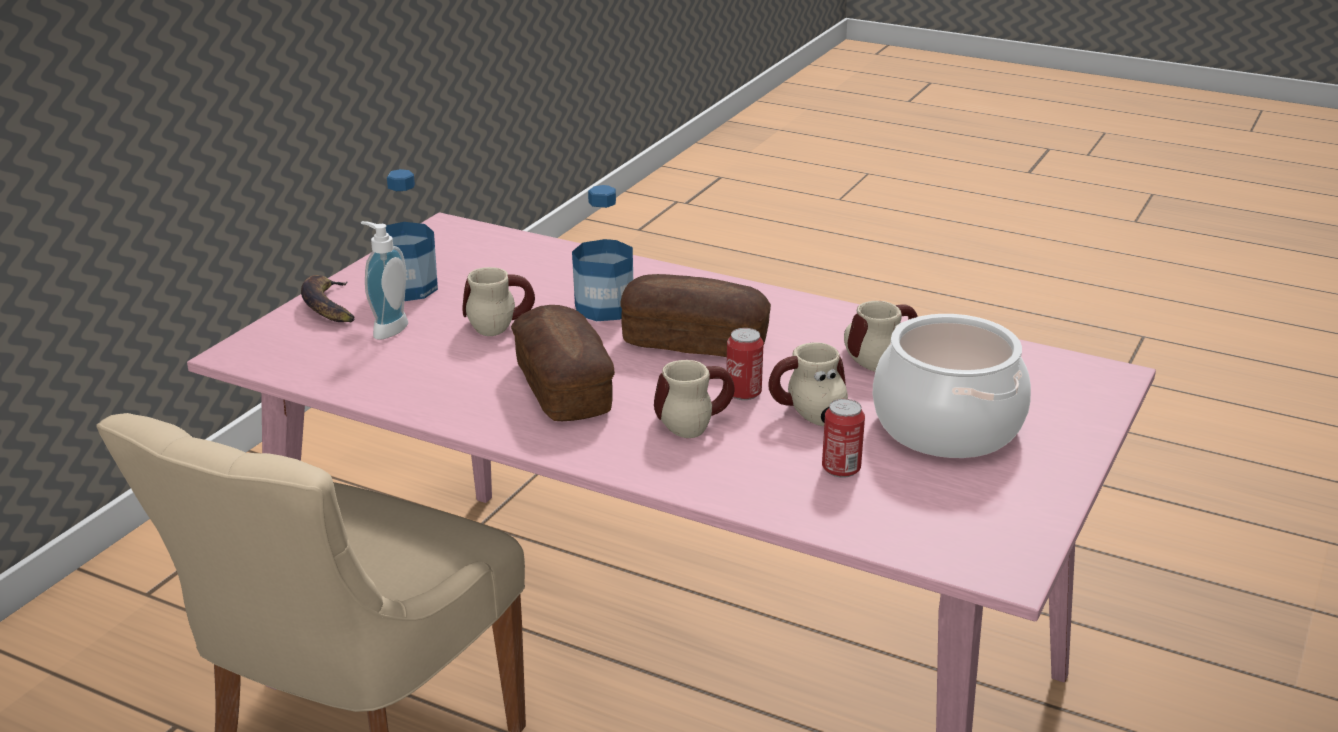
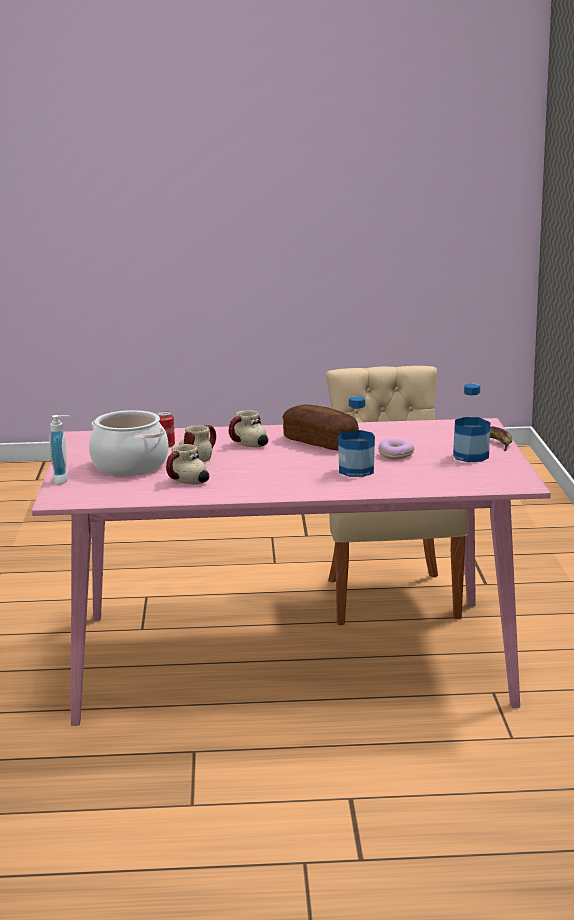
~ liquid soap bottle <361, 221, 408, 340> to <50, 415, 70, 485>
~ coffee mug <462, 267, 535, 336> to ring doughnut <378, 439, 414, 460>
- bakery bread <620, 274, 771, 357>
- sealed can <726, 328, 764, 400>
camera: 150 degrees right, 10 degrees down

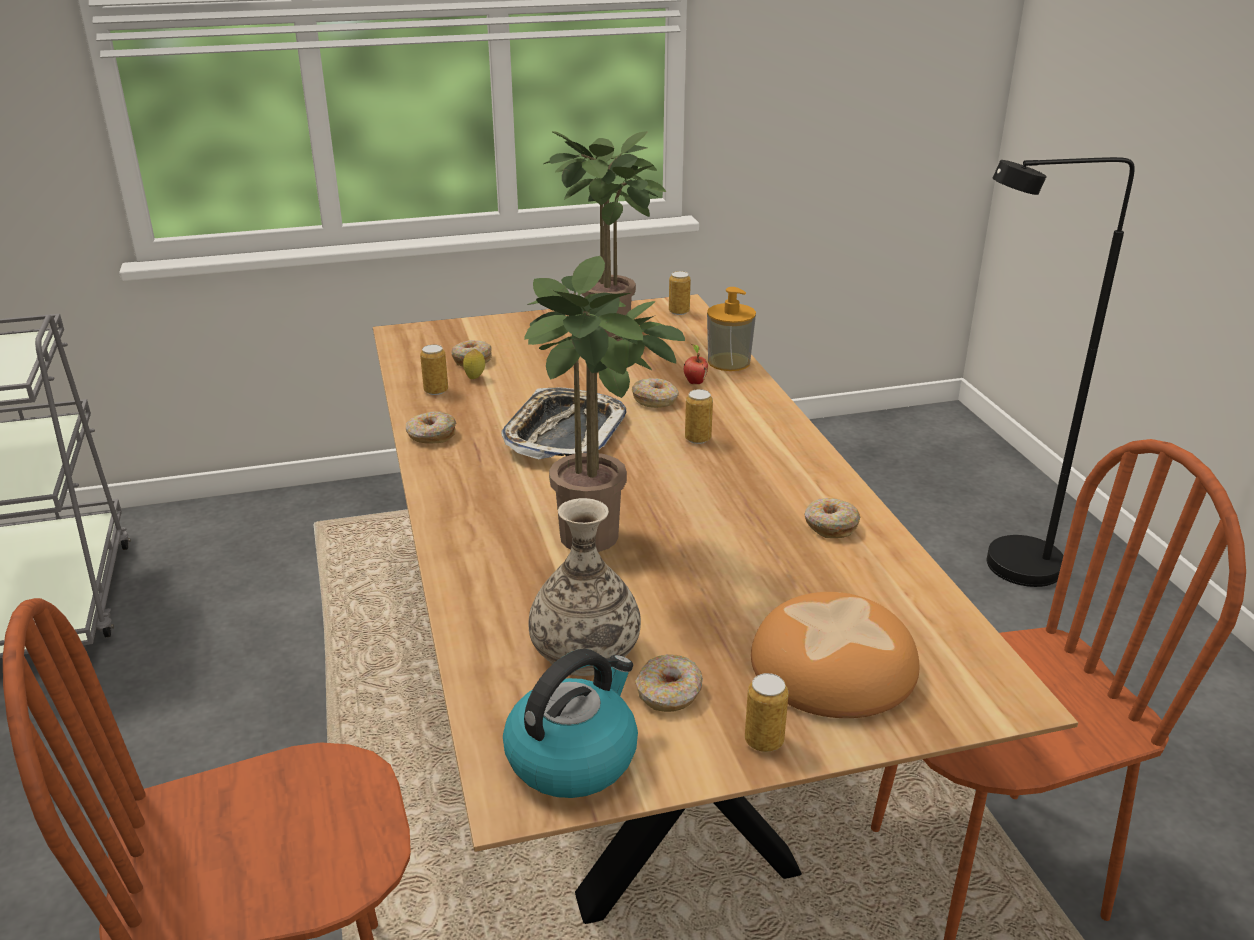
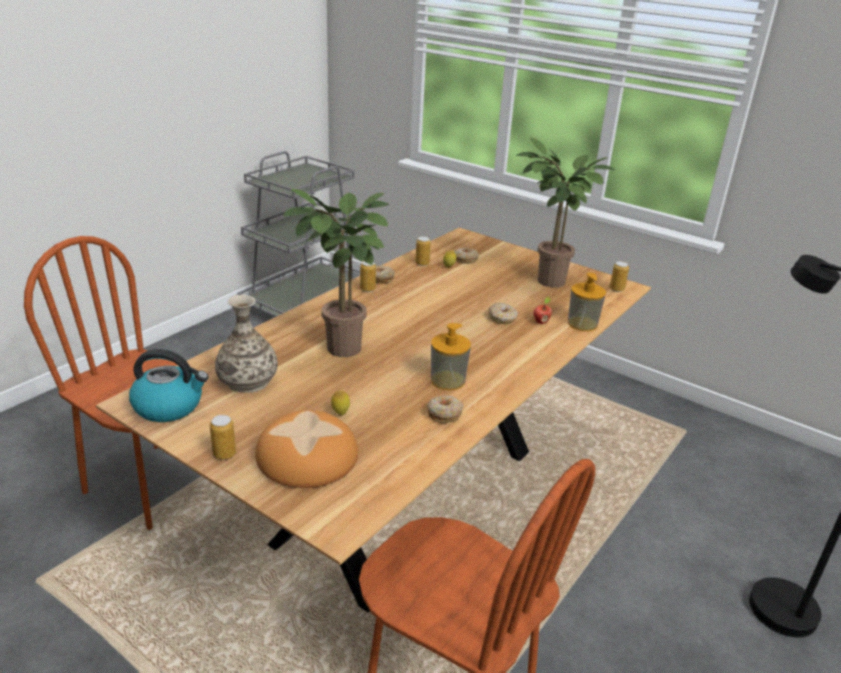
- serving tray <501, 388, 626, 459>
~ sealed can <685, 389, 713, 444> to <360, 261, 376, 292>
- ring doughnut <635, 654, 703, 712>
+ liquid soap bottle <431, 323, 471, 390>
+ whole lemon <331, 391, 350, 415>
camera: 50 degrees right, 0 degrees up

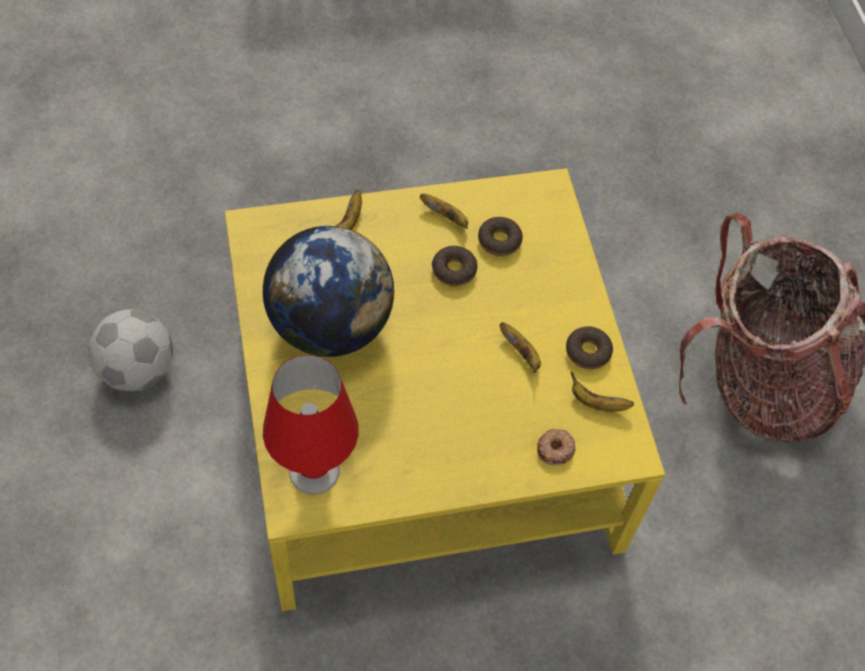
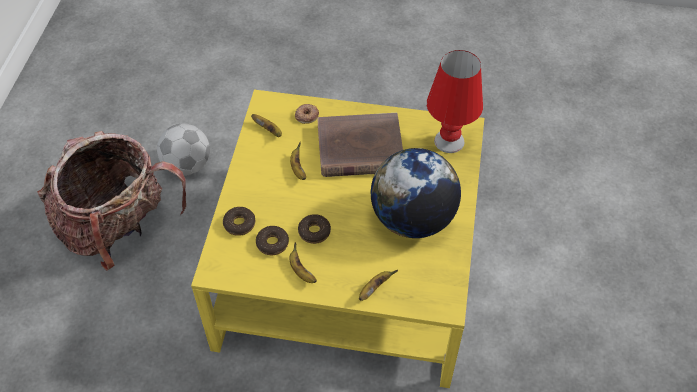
~ football <88, 310, 173, 391> to <157, 124, 210, 176>
~ ring doughnut <566, 326, 613, 369> to <223, 207, 255, 236>
+ brown-coloured bound book <317, 113, 403, 177>
camera: 155 degrees left, 5 degrees down

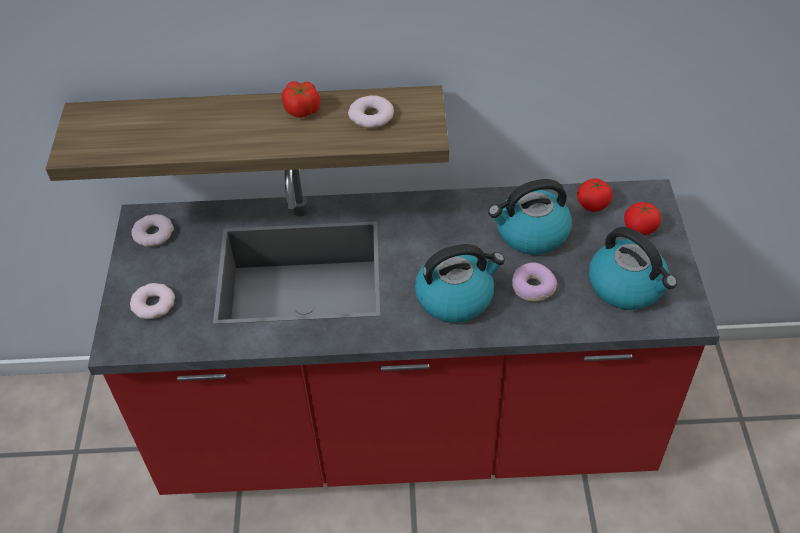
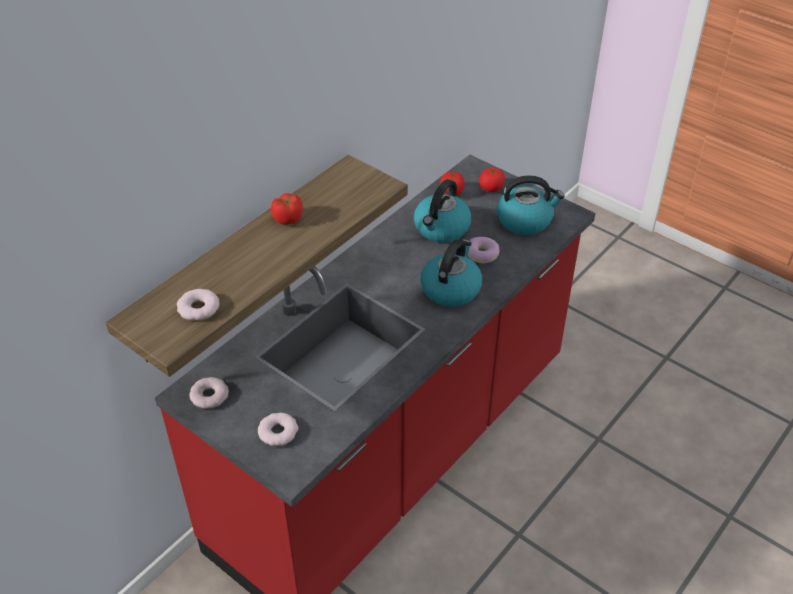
~ ring doughnut <348, 95, 394, 128> to <177, 289, 220, 321>
camera: 50 degrees left, 5 degrees down

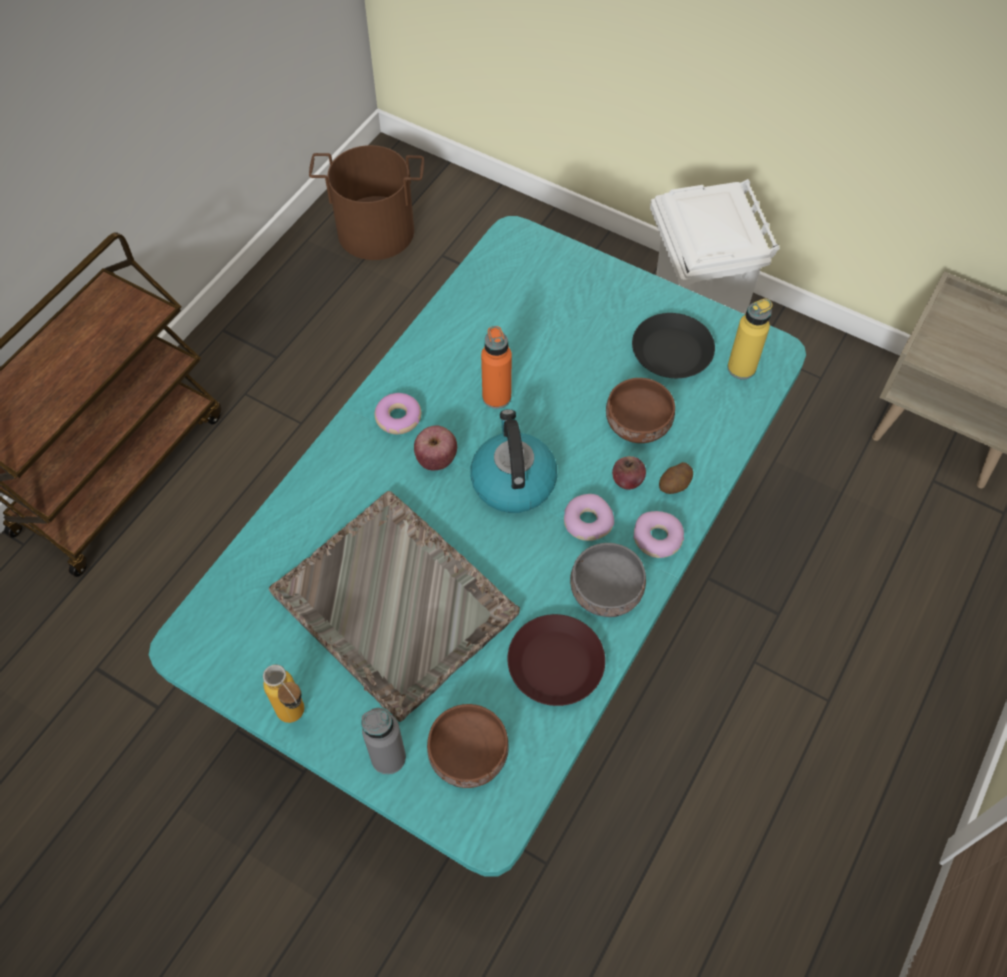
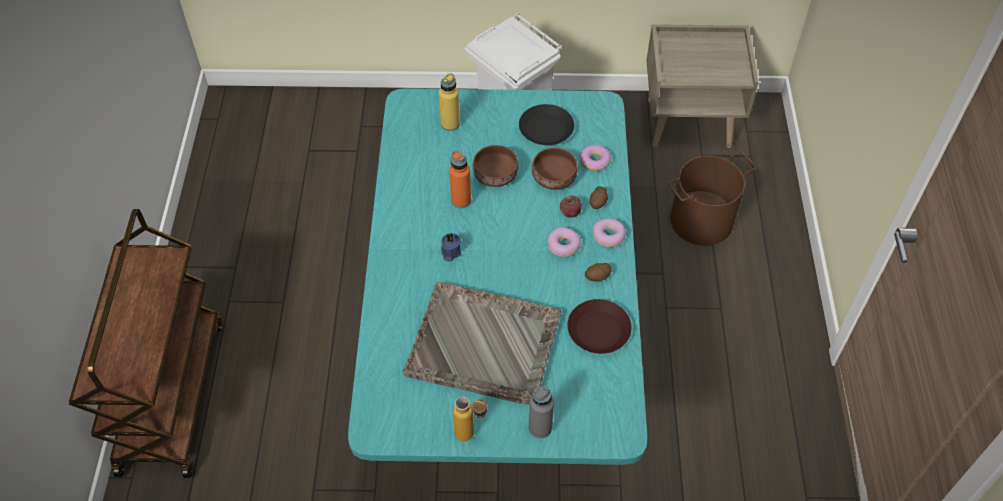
~ brown-coloured water bucket <309, 145, 424, 260> to <668, 151, 757, 246>
~ yellow bottle <727, 299, 773, 380> to <439, 73, 460, 131>
~ ring doughnut <375, 393, 421, 434> to <580, 145, 611, 171>
- tea kettle <470, 409, 557, 513>
~ apple <414, 425, 457, 470> to bluish candle <441, 233, 461, 262>
~ greyish bowl <570, 543, 646, 617> to whole potato <585, 263, 612, 281>
~ brown-coloured bowl <427, 704, 508, 788> to <473, 145, 518, 187>
camera: 30 degrees left, 5 degrees down

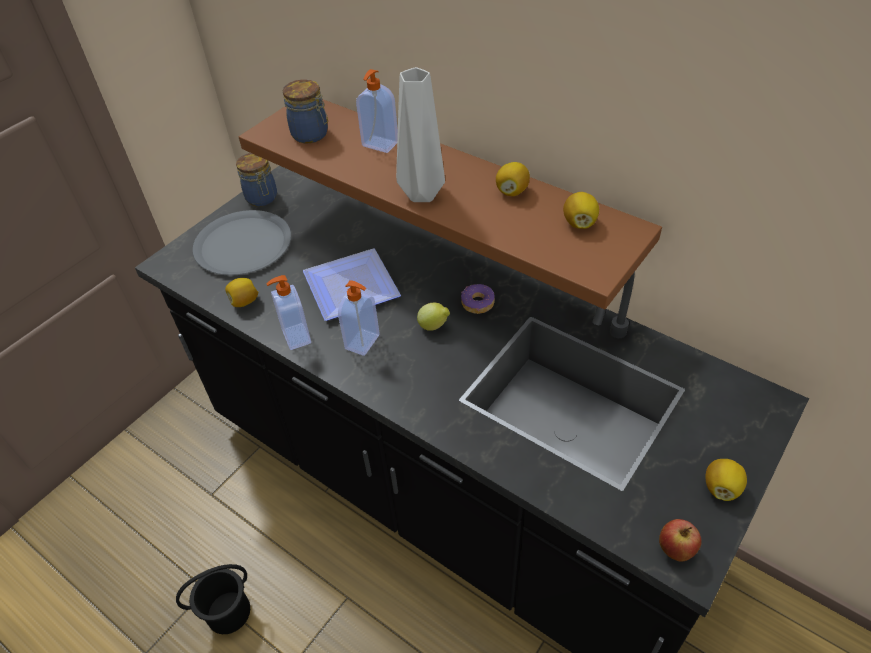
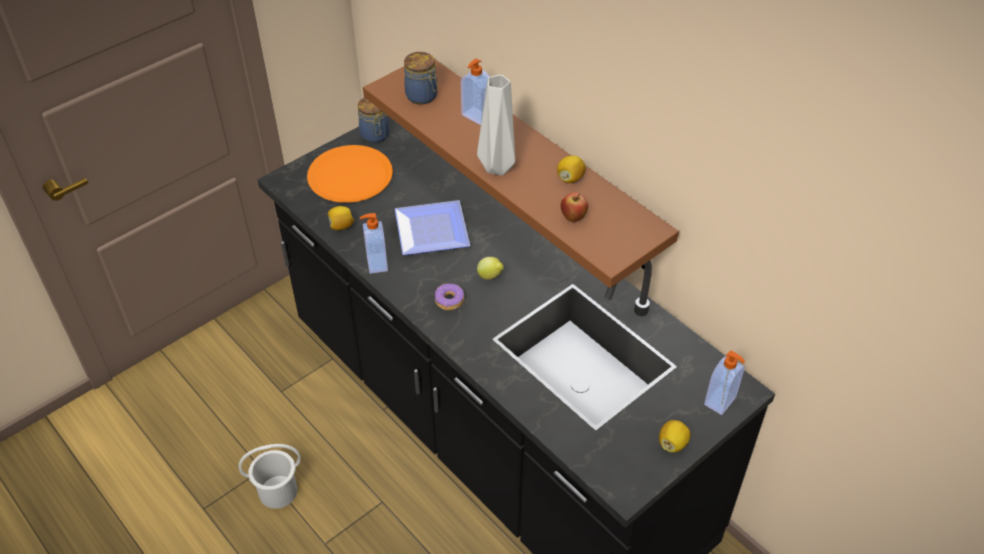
- whole lemon <563, 192, 599, 229>
~ greyish dinner plate <193, 210, 291, 275> to orange-coloured dinner plate <307, 145, 393, 203>
~ liquid soap bottle <338, 280, 380, 356> to <704, 350, 745, 415>
~ ring doughnut <461, 284, 495, 314> to <435, 283, 464, 310>
~ apple <659, 519, 702, 561> to <560, 192, 588, 222>
~ black-coloured water bucket <176, 564, 250, 634> to whitish water bucket <238, 444, 301, 509>
camera: 10 degrees right, 0 degrees up

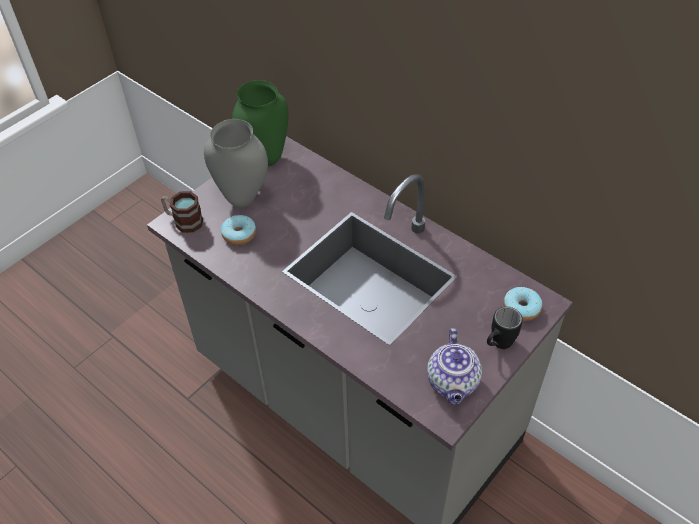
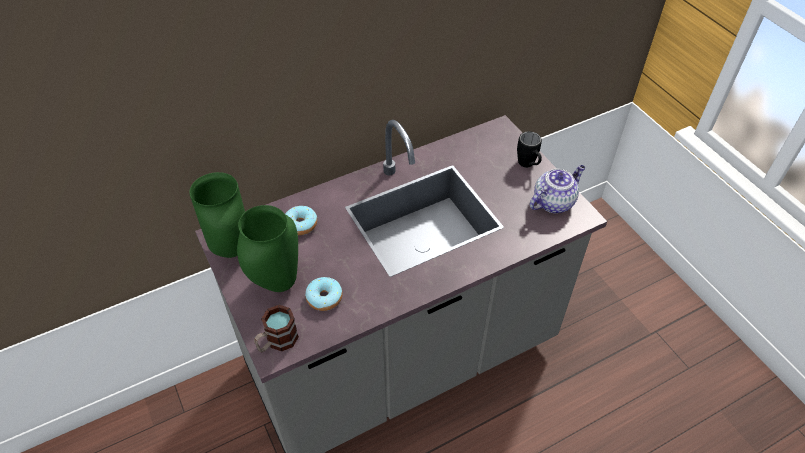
~ greyish decorative vase <204, 119, 268, 208> to greenish decorative vase <237, 205, 298, 292>
~ ring doughnut <503, 287, 542, 321> to <285, 206, 317, 235>
~ teapot <427, 328, 482, 405> = <530, 165, 585, 213> 60 degrees counterclockwise
camera: 70 degrees left, 0 degrees up

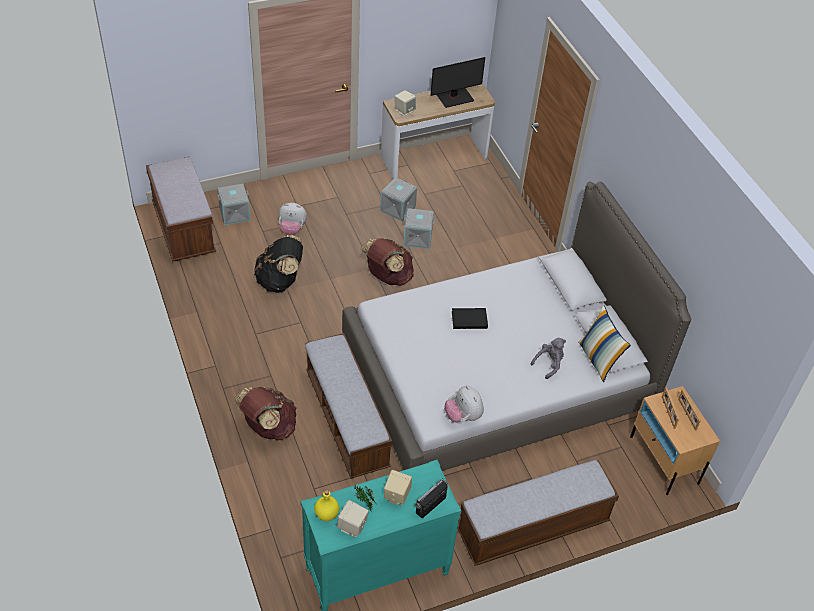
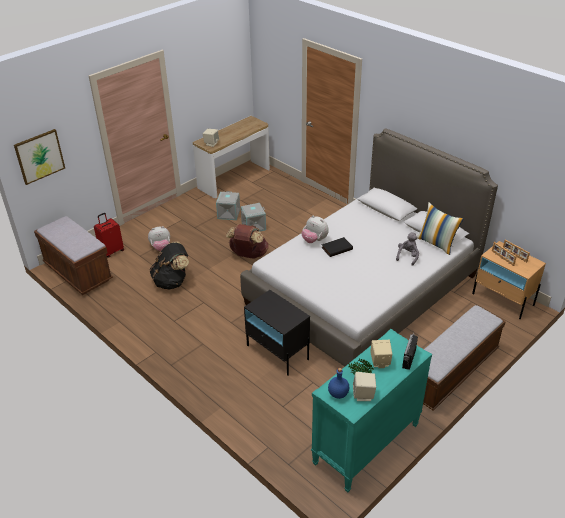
- computer screen <431, 57, 485, 108>
~ greyish storage box <217, 184, 251, 225> to red-coloured travel case <94, 213, 124, 258>
~ indoor bench <305, 333, 392, 479> to black-coloured night table <244, 290, 310, 376>
~ cuddly toy <445, 386, 484, 422> to <302, 216, 329, 243>
- brown-coloured backpack <234, 387, 297, 440>
~ yellow bottle <314, 490, 339, 521> to bluish bottle <328, 368, 349, 399>
+ wall art <14, 129, 65, 185>
camera: 20 degrees left, 10 degrees down

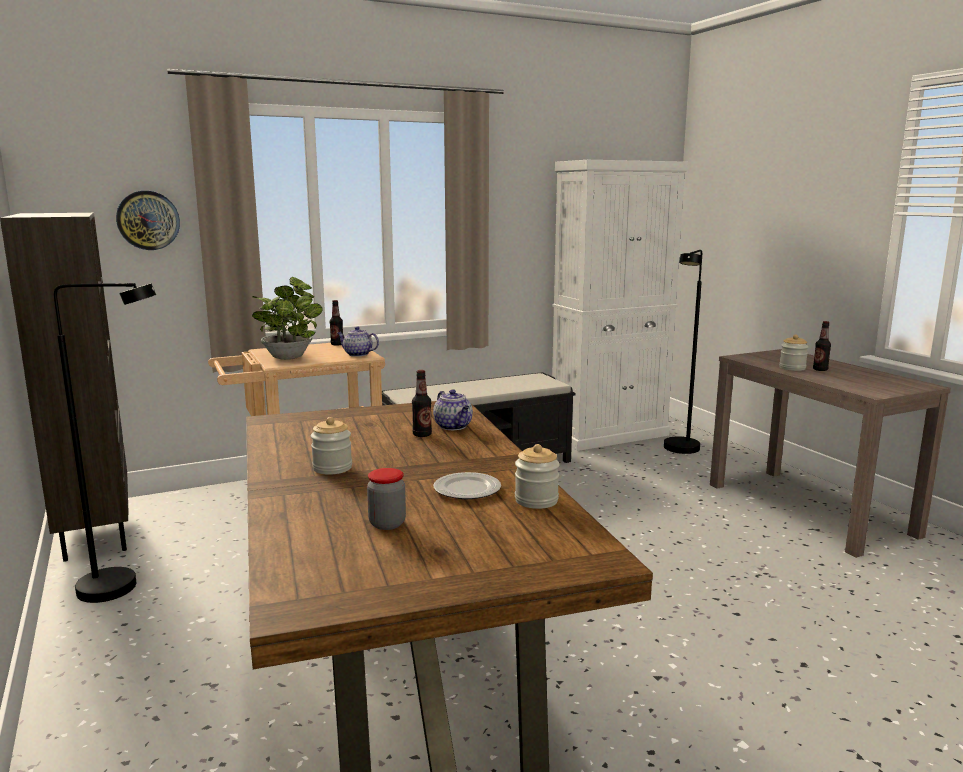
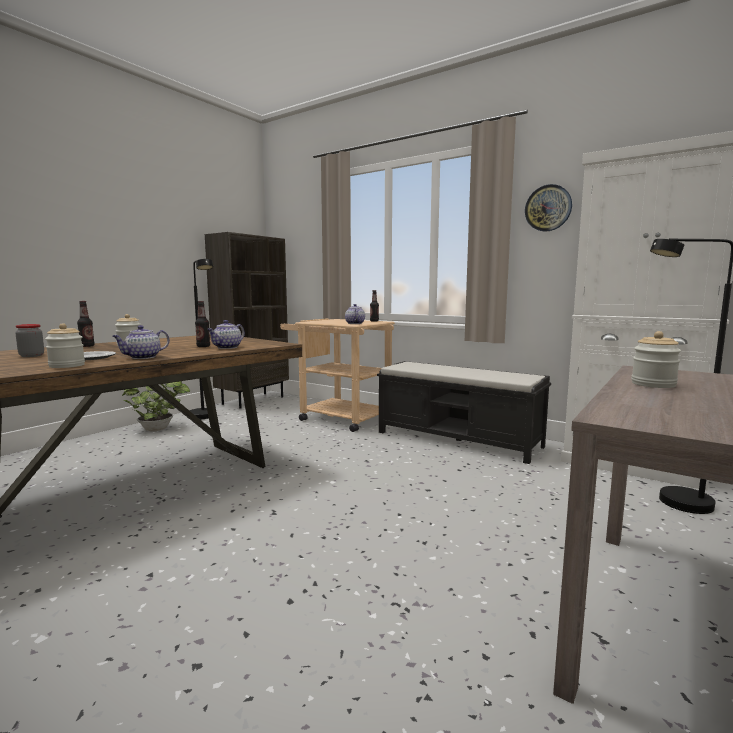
~ hanging clock <116, 191, 180, 250> to <525, 184, 572, 232>
~ houseplant <252, 277, 323, 360> to <122, 381, 190, 431>
~ bottle <813, 321, 831, 371> to <77, 301, 95, 347>
+ teapot <112, 325, 170, 359>
camera: 60 degrees right, 5 degrees down

